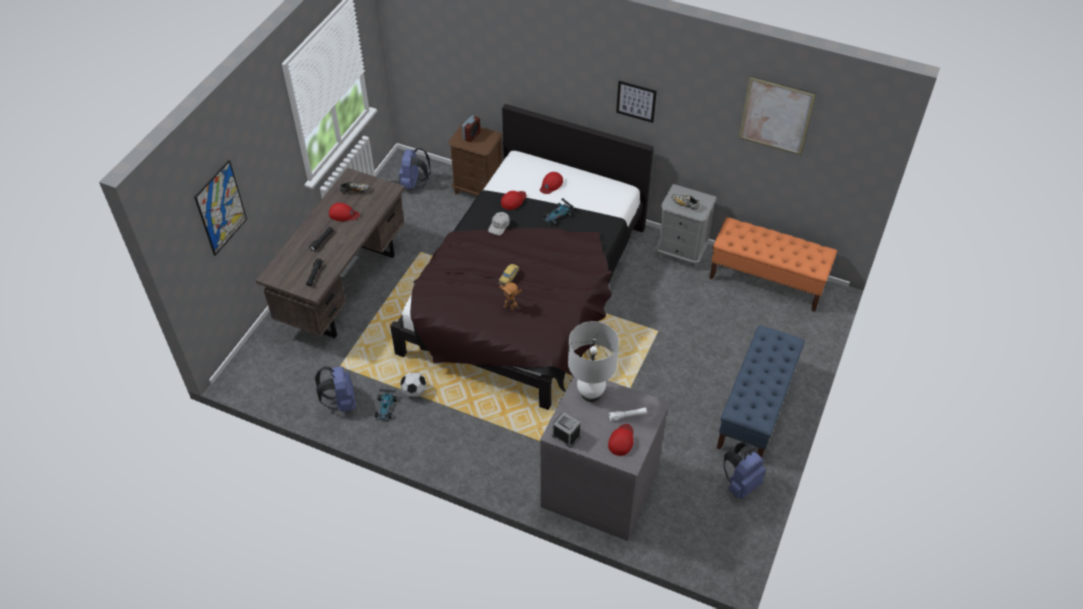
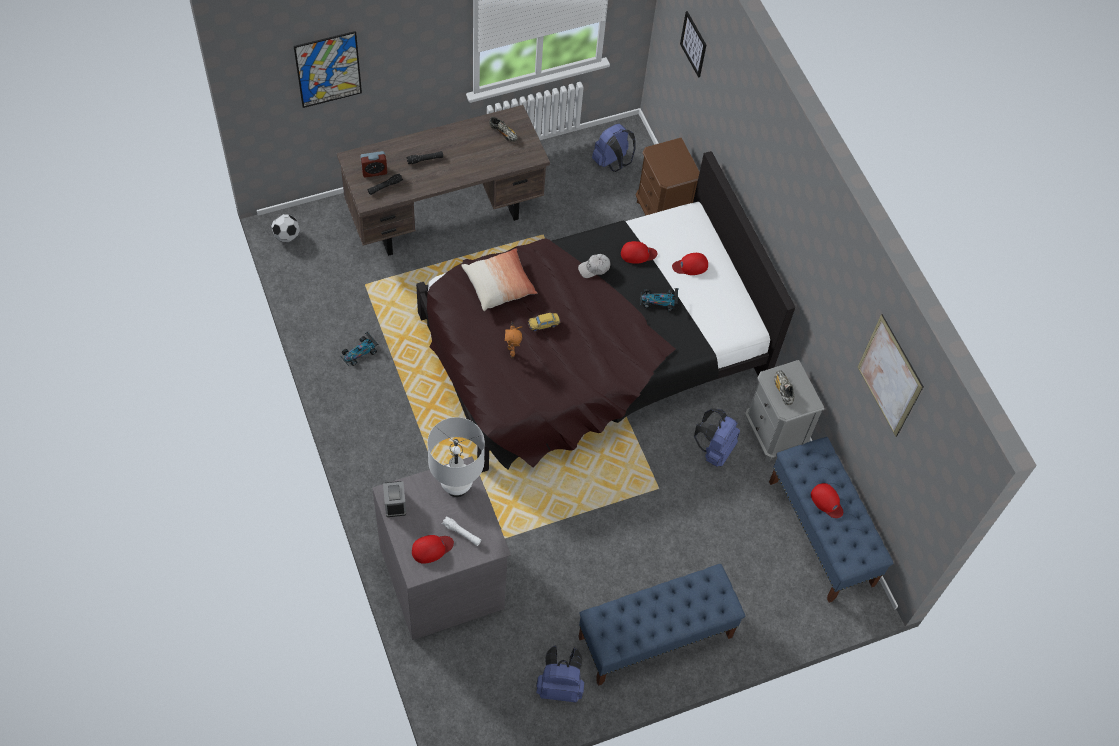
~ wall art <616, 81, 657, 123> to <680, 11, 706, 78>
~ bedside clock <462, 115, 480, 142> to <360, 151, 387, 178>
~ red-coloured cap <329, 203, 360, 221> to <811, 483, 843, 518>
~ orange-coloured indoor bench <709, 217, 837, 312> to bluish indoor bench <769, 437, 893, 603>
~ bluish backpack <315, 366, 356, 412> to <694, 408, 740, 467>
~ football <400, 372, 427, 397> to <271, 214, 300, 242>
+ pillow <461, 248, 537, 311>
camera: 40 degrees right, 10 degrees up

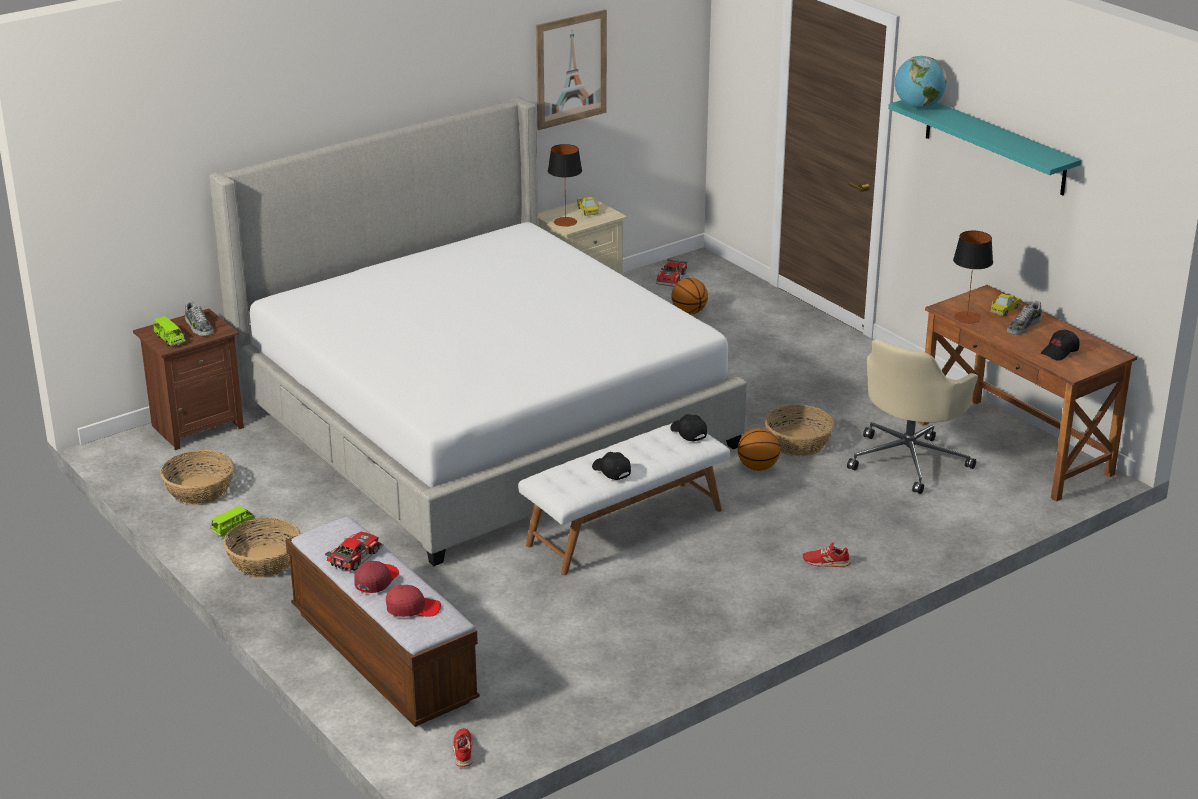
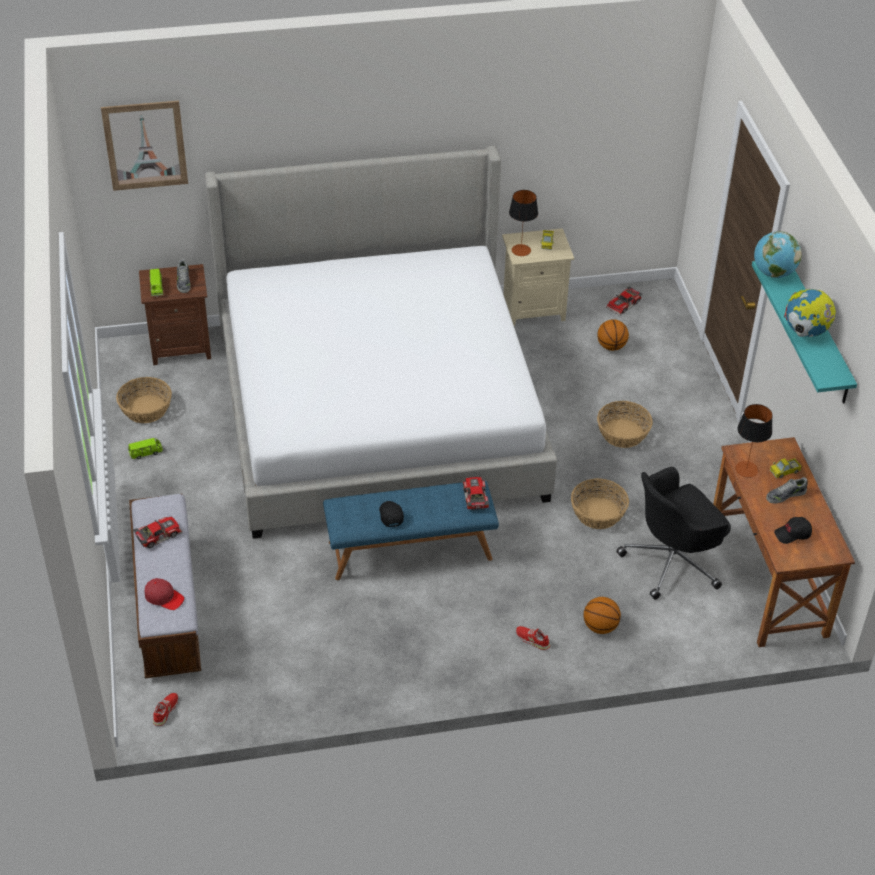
~ wall art <536, 9, 607, 130> to <101, 100, 188, 191>
~ sand-coloured desk chair <847, 339, 978, 494> to black-coloured desk chair <616, 467, 731, 600>
~ black-coloured cap <670, 414, 707, 442> to toy car <463, 477, 489, 510>
~ whitish indoor bench <518, 423, 730, 575> to bluish indoor bench <323, 480, 499, 580>
~ ball for basketball <738, 428, 780, 471> to <583, 597, 621, 634>
~ basket <223, 518, 301, 577> to <597, 401, 653, 448>
- red-coloured cap <354, 561, 399, 593>
+ desk globe <784, 289, 836, 337>
camera: 25 degrees right, 15 degrees up

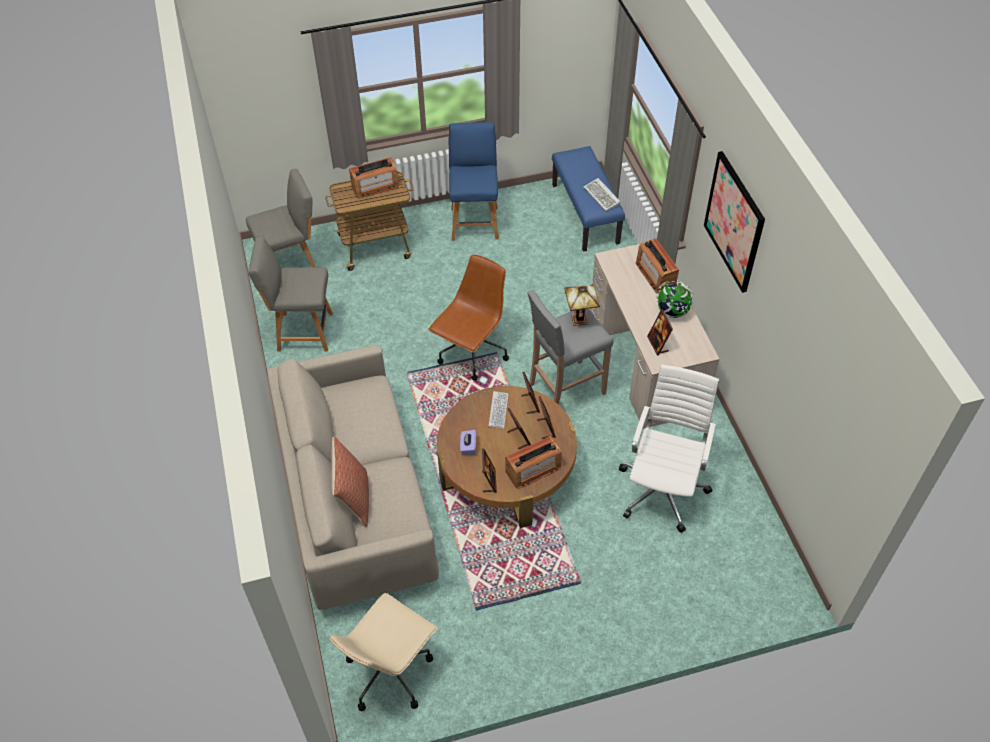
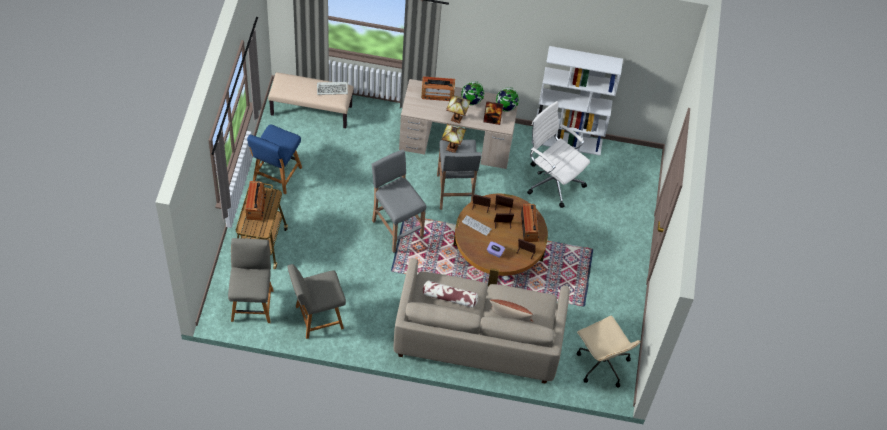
~ bluish plain chair <448, 122, 499, 241> = <247, 124, 302, 194> 90 degrees counterclockwise
~ bluish indoor bench <552, 146, 625, 252> to sand-coloured indoor bench <268, 72, 354, 128>
- wall art <704, 151, 765, 293>
~ greyish plain chair <248, 236, 333, 352> = <288, 264, 346, 339> 45 degrees clockwise
~ brown-coloured desk chair <428, 255, 509, 381> to greyish stool seat <372, 149, 426, 253>
+ whitish bookcase <531, 46, 623, 156>
+ desk globe <496, 87, 519, 112>
+ table lamp <446, 95, 471, 124>
+ pillow <423, 280, 478, 308>
camera: 70 degrees left, 5 degrees up

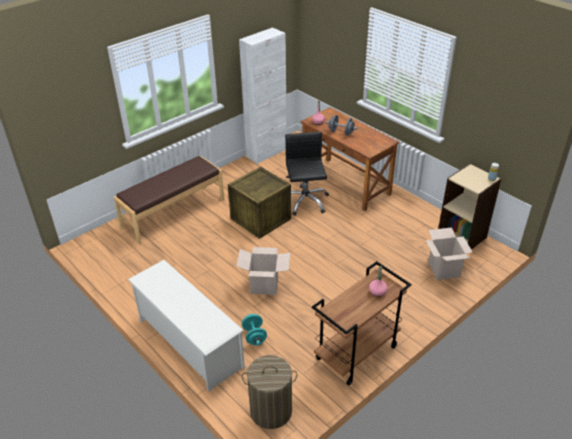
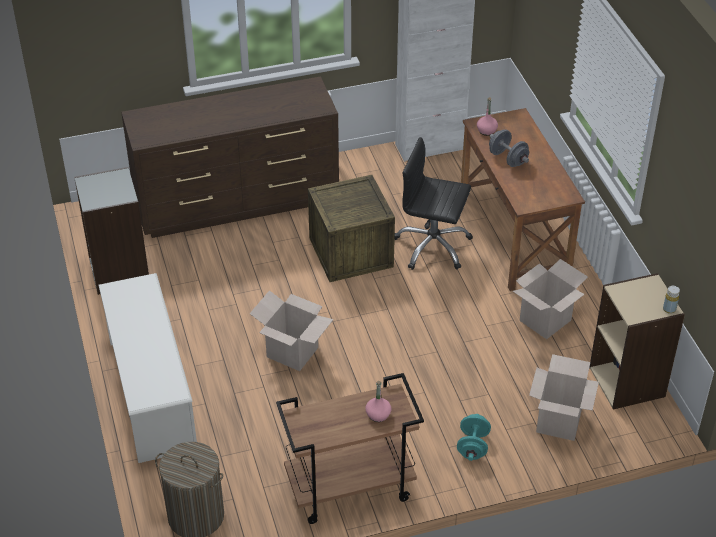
~ black-coloured desk chair <285, 132, 329, 216> = <394, 137, 473, 270> 90 degrees counterclockwise
~ brown-coloured indoor bench <114, 156, 225, 245> to brown-coloured dresser <121, 76, 339, 238>
~ turquoise-coloured free weight <242, 314, 267, 345> to <457, 414, 491, 461>
+ greyish bookcase <74, 167, 149, 295>
+ carton <513, 259, 588, 339>
camera: 25 degrees right, 5 degrees up

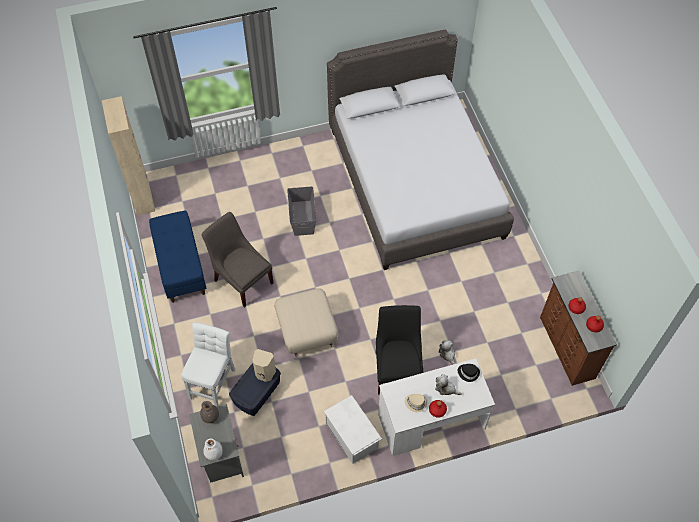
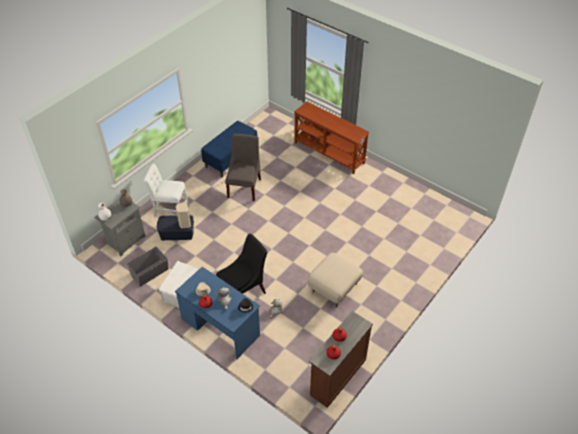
- greyish sleeping bed <327, 29, 514, 270>
- sand-coloured storage cabinet <102, 96, 155, 216>
~ greyish storage box <287, 186, 316, 236> to <127, 247, 169, 287>
~ sand-coloured ottoman <274, 288, 338, 356> to <307, 253, 363, 308>
~ whitish plain chair <181, 322, 235, 407> = <143, 163, 189, 217> 150 degrees counterclockwise
~ whitish desk <378, 358, 495, 456> to bluish desk <175, 267, 260, 359>
+ brown-coloured hall table <294, 101, 369, 174>
camera: 55 degrees right, 10 degrees down

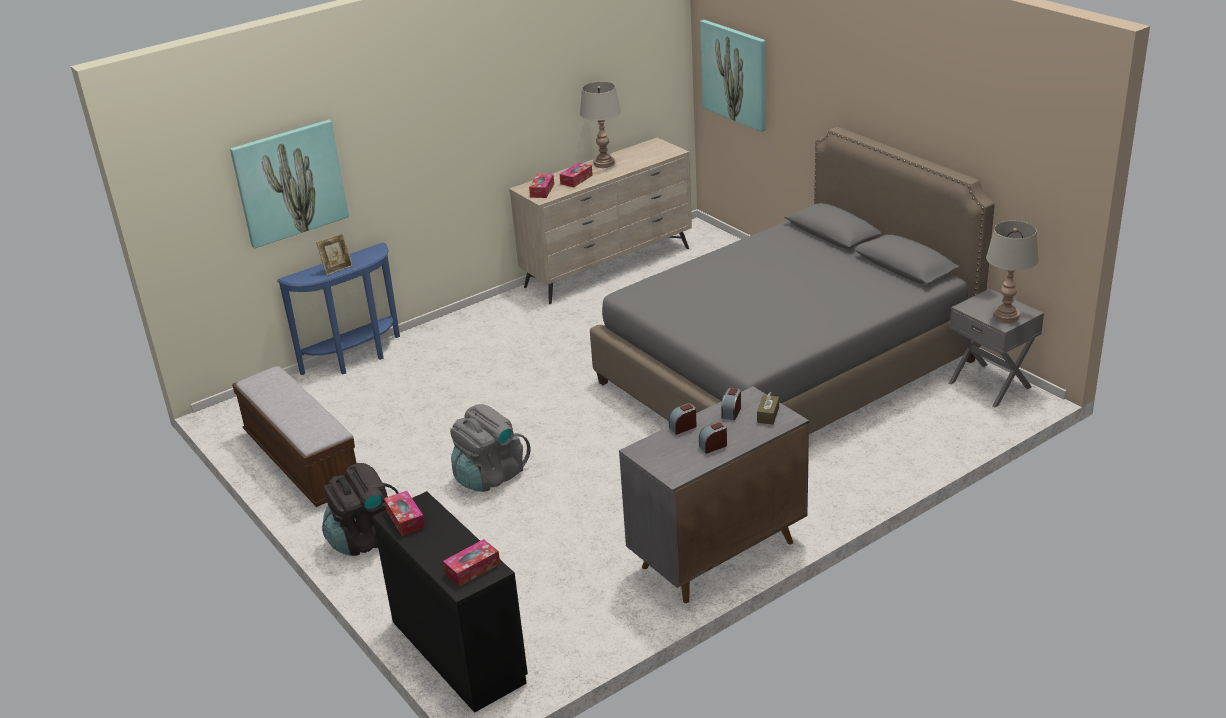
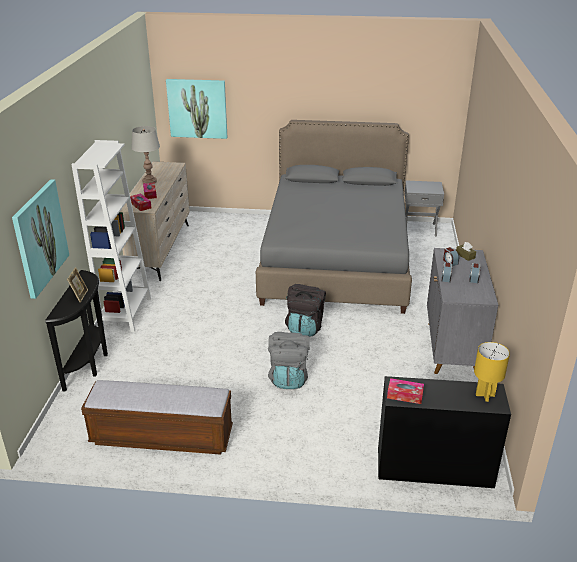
- greyish table lamp <986, 221, 1039, 323>
~ bluish hall table <277, 242, 400, 375> to black-coloured hall table <45, 270, 108, 392>
~ black-coloured backpack <322, 463, 399, 556> to <285, 284, 326, 337>
~ tissue holder <443, 539, 500, 587> to yellow table lamp <474, 342, 510, 402>
+ whitish bookcase <72, 140, 151, 332>
camera: 50 degrees left, 0 degrees up

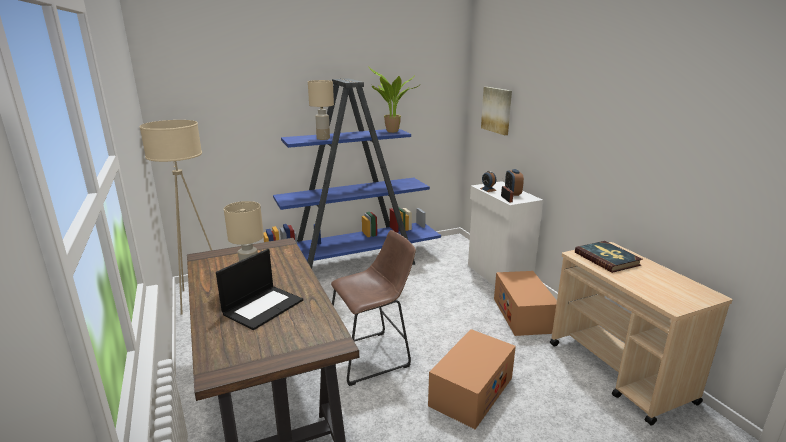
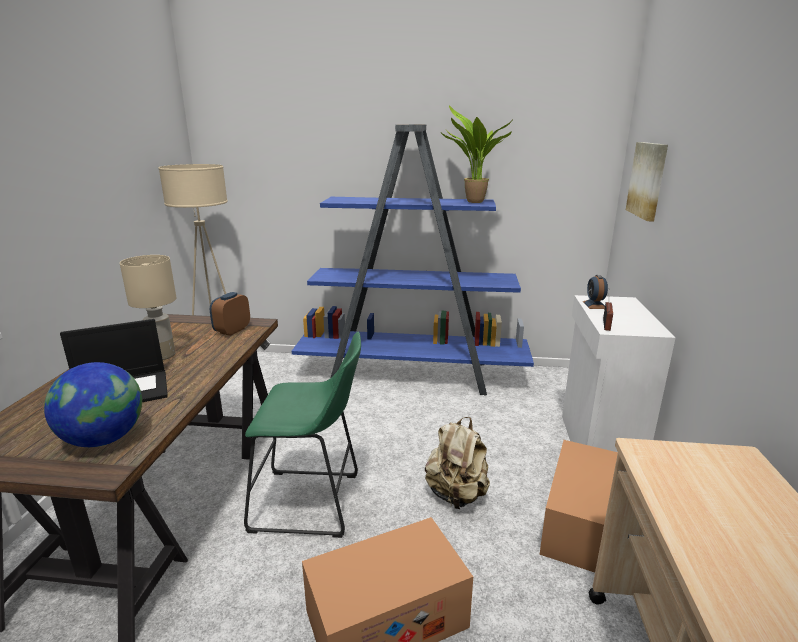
- sand-coloured table lamp <308, 80, 334, 140>
~ bedside clock <505, 169, 524, 196> to <210, 292, 250, 336>
~ brown-coloured stool seat <331, 230, 416, 386> to greenish stool seat <244, 332, 361, 538>
- bound book <575, 241, 643, 273>
+ desk globe <44, 362, 142, 447>
+ sand-coloured backpack <425, 417, 490, 509>
camera: 30 degrees right, 0 degrees up

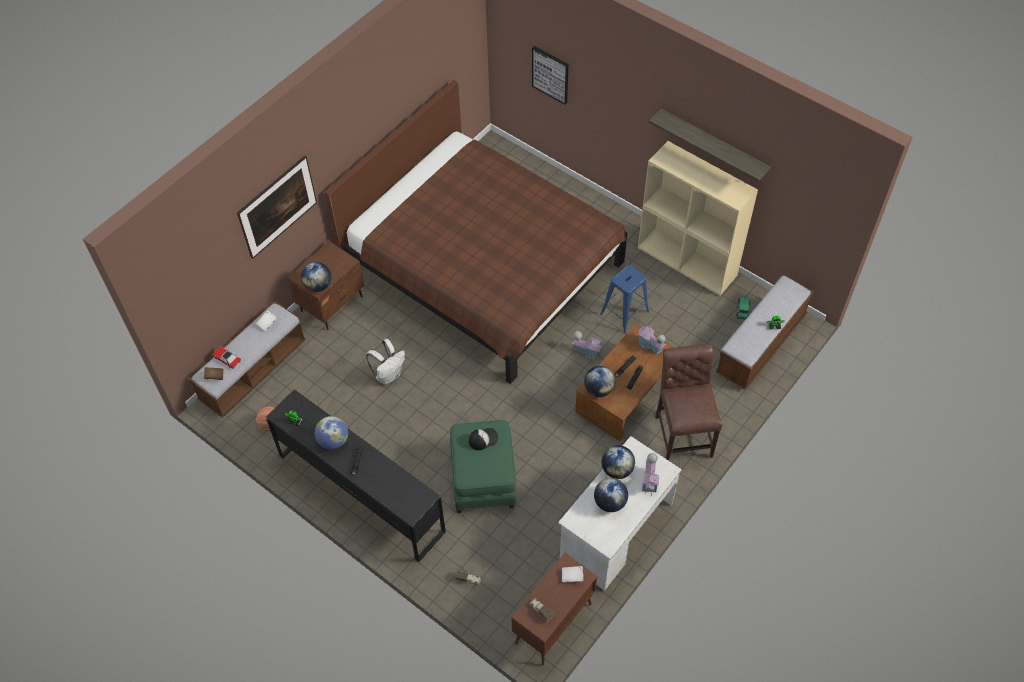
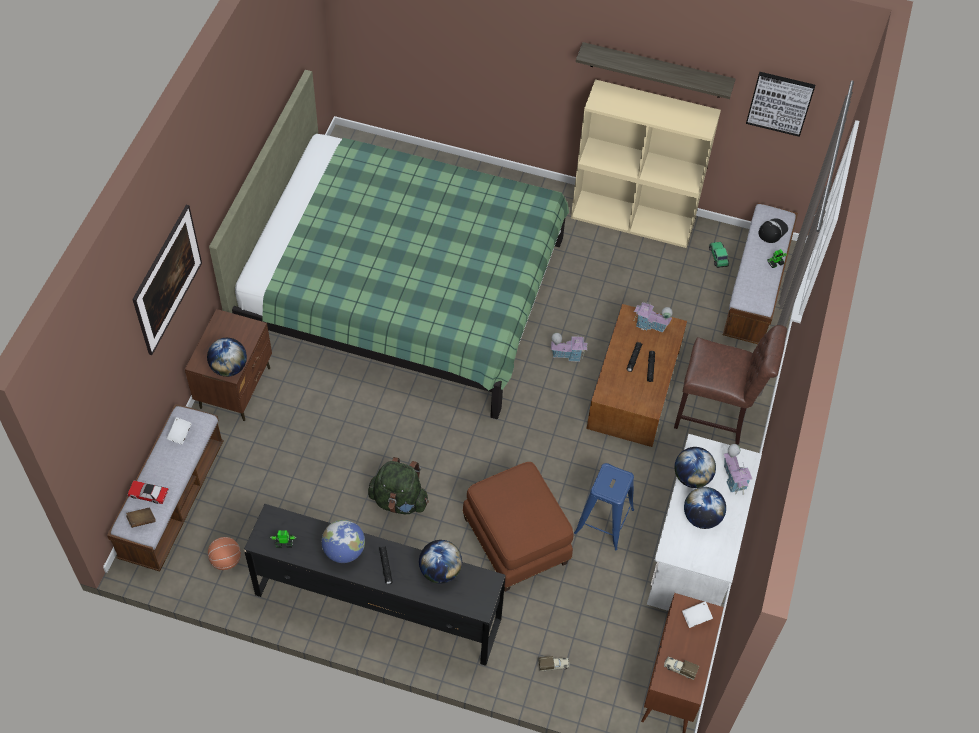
~ wall art <532, 46, 569, 105> to <746, 72, 815, 137>
~ brown-coloured sleeping bed <325, 80, 627, 384> to greenish sleeping bed <209, 70, 569, 419>
~ bluish stool seat <600, 265, 649, 333> to <574, 463, 634, 550>
- whitish backpack <366, 339, 405, 385>
~ brown-coloured plain chair <655, 344, 722, 461> = <674, 325, 787, 445> 135 degrees clockwise
~ desk globe <584, 366, 615, 397> to <419, 540, 462, 584>
~ greenish ottoman <450, 420, 517, 513> to brown-coloured ottoman <462, 462, 573, 592>
~ cap <469, 428, 499, 450> to <758, 218, 788, 243>
+ greenish backpack <368, 457, 429, 514>
camera: 25 degrees left, 0 degrees up

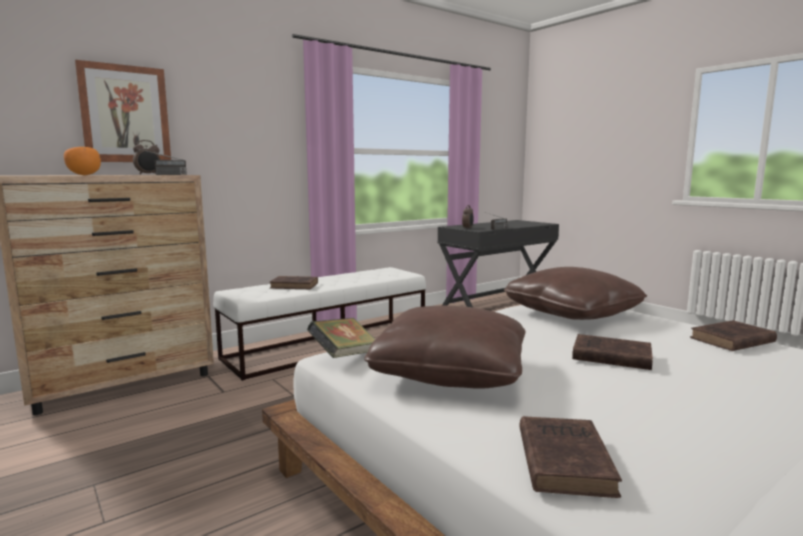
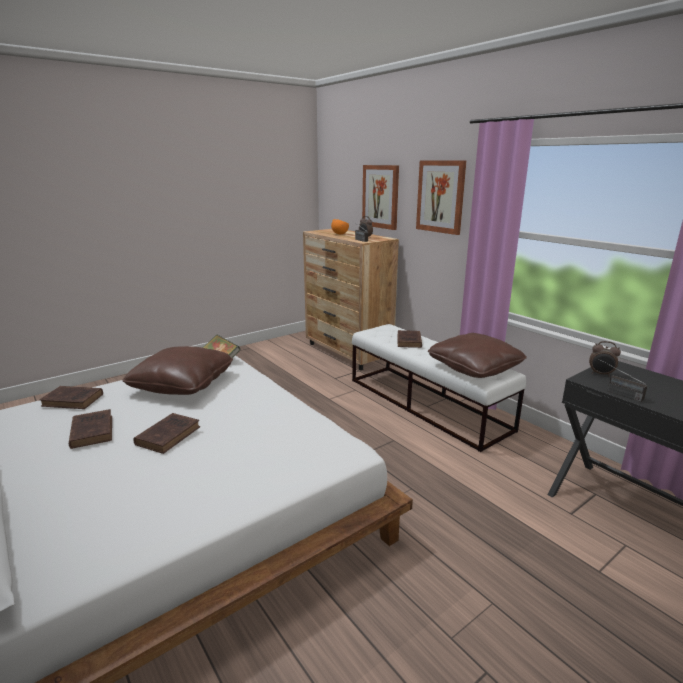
~ brown-coloured pillow <504, 267, 647, 320> to <428, 333, 527, 378>
~ brown-coloured bound book <690, 320, 777, 351> to <69, 409, 112, 449>
+ wall art <416, 161, 466, 235>
camera: 90 degrees right, 10 degrees up

